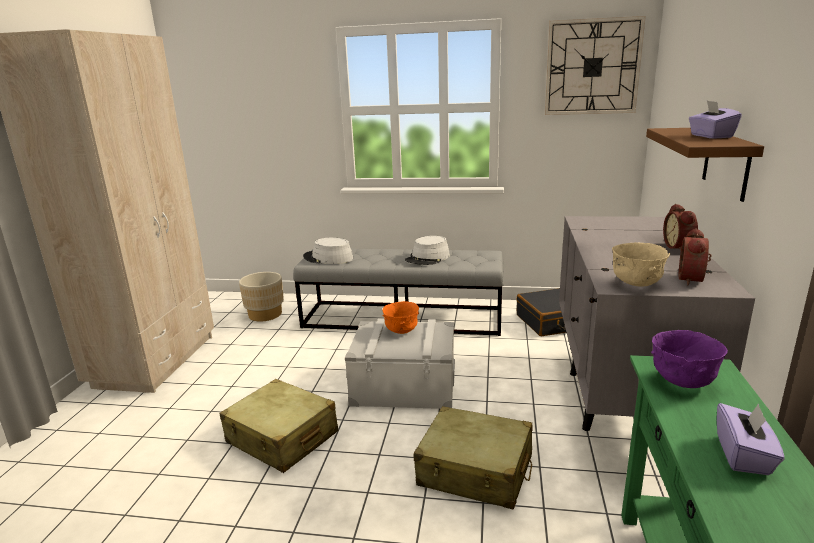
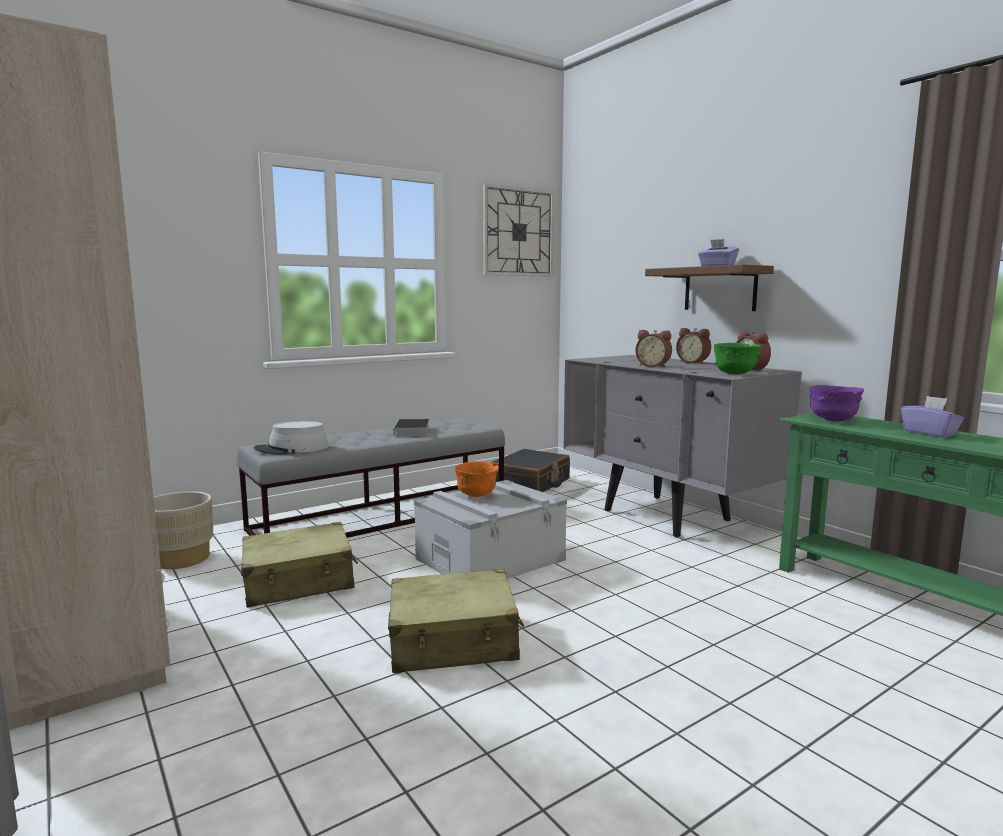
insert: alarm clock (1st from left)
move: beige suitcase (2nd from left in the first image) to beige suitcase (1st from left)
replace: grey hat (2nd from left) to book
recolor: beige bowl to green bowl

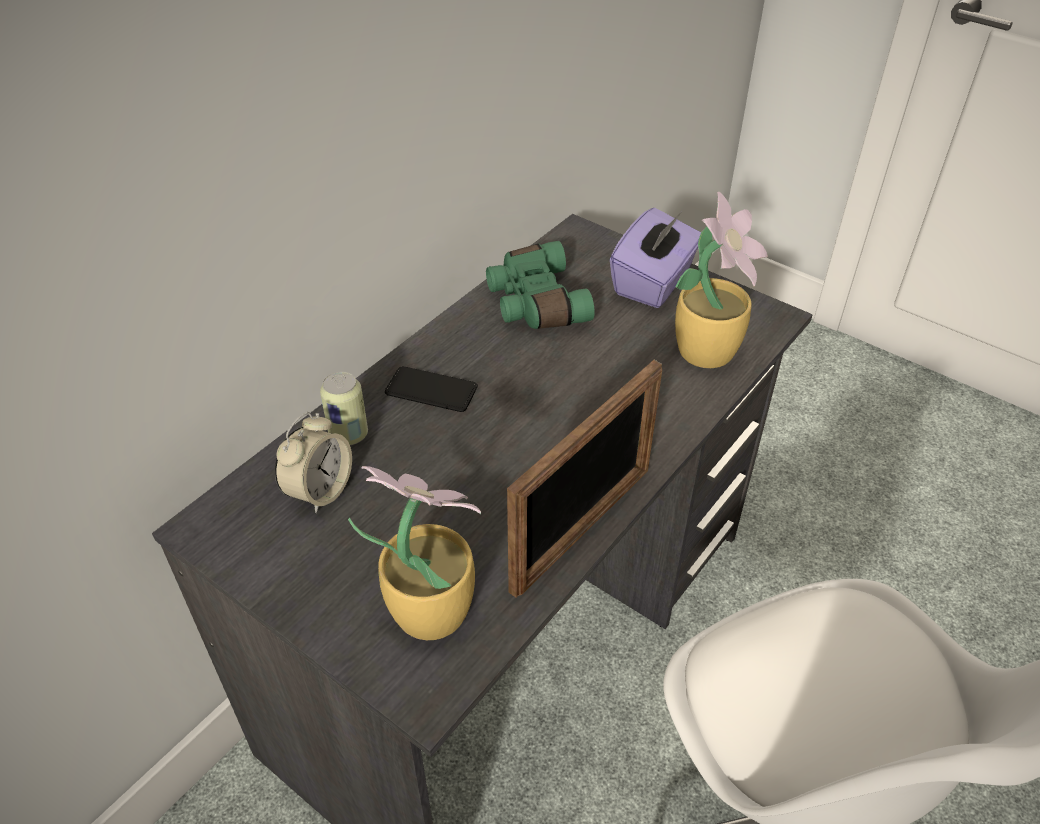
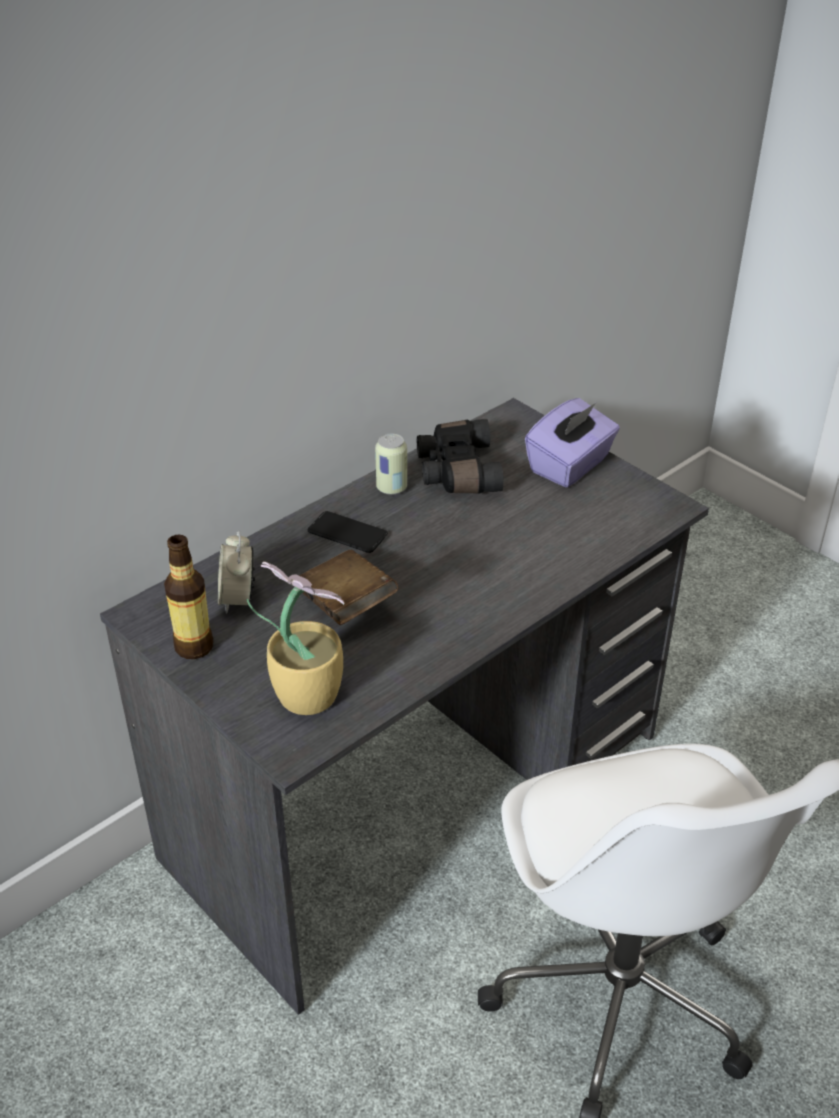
delete: picture frame; potted plant (2nd from left)
insert: bottle; brown book
move: can
recolor: green binoculars to black binoculars
rotate: alarm clock 135 degrees clockwise

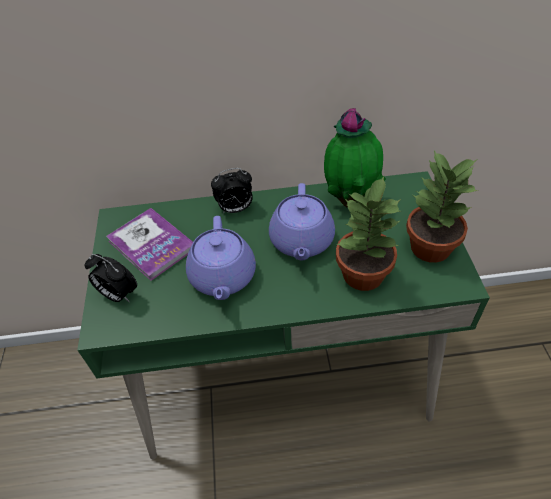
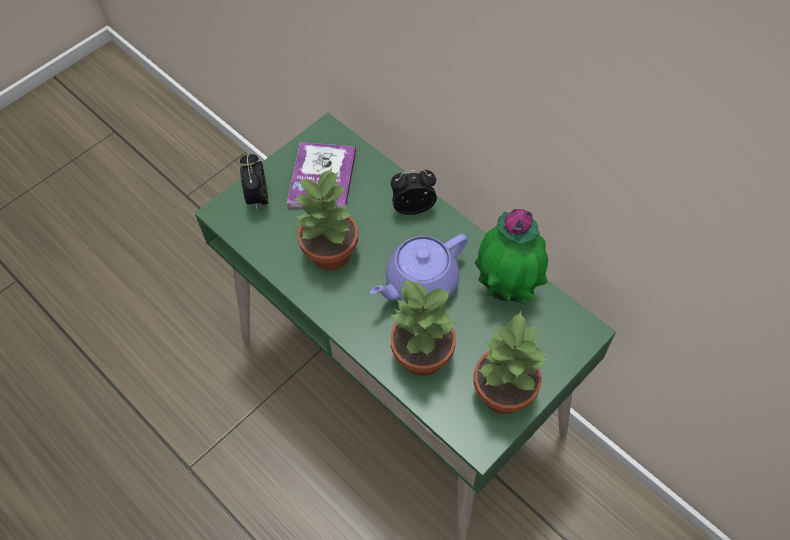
replace: purple teapot (1st from left) to potted plant (1st from left)
rotate: alarm clock (2nd from left) 135 degrees clockwise

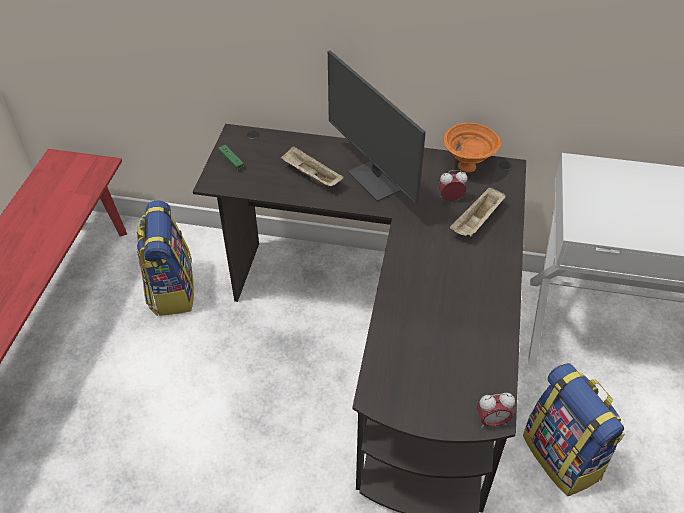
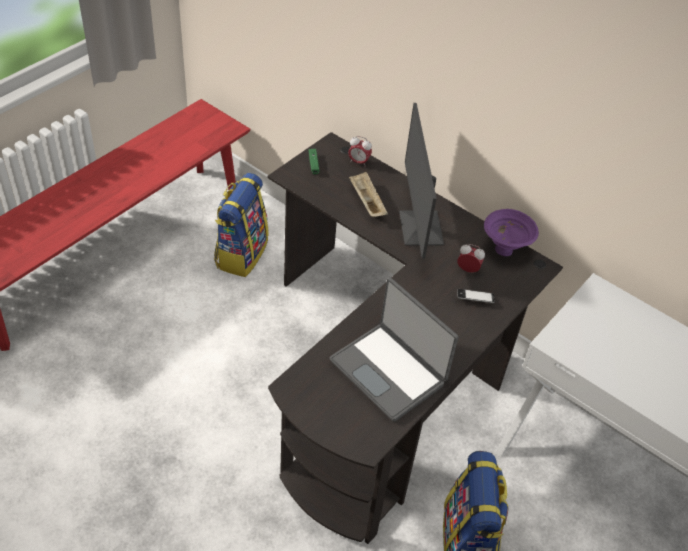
insert: laptop
move: alarm clock (2nd from left in the first image) to alarm clock (1st from left)
replace: beige tray (2nd from left) to phone
recolor: orange bowl to purple bowl

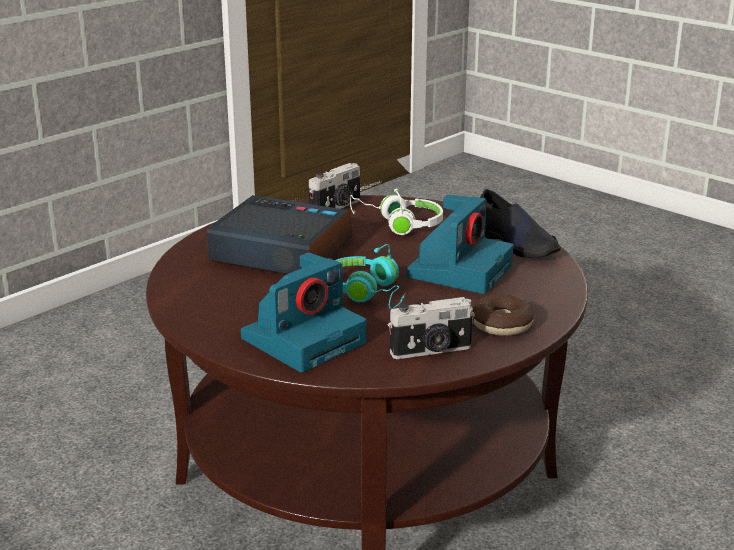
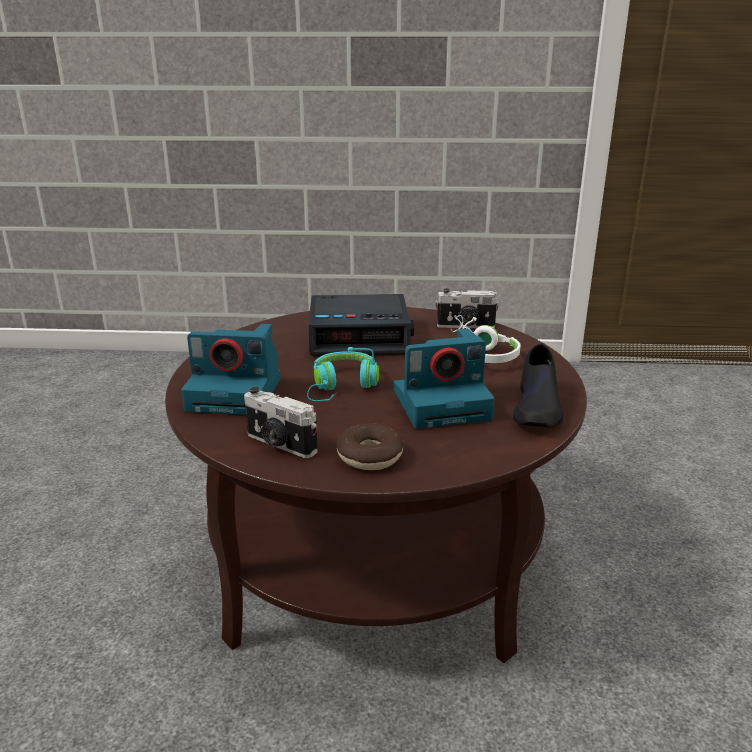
rotate: alarm clock 105 degrees clockwise

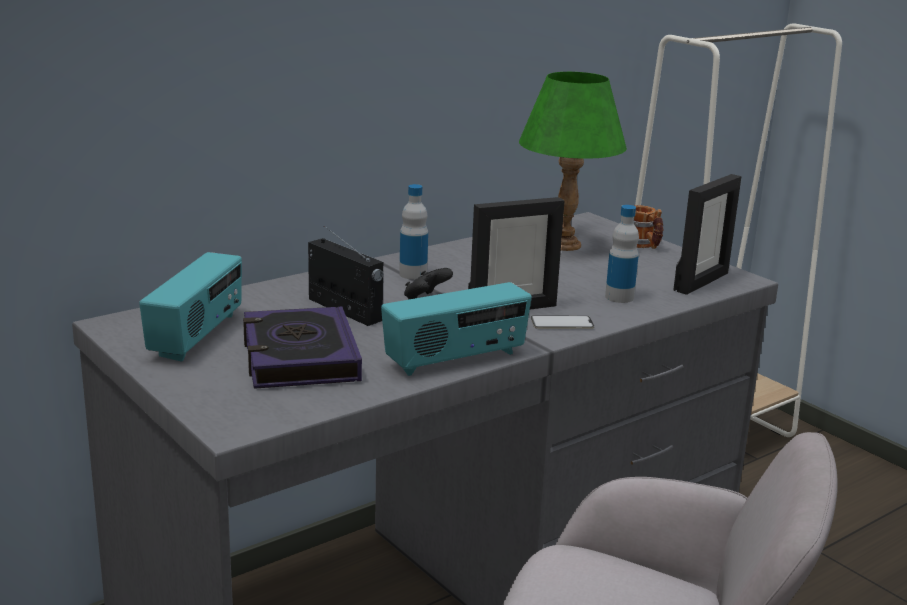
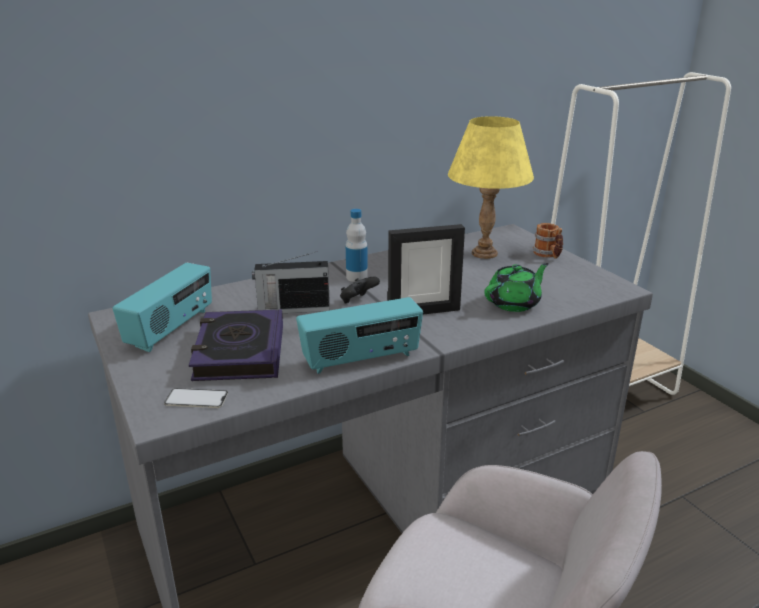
delete: picture frame (2nd from left)
move: phone
replace: bottle (2nd from left) to green teapot
recolor: green table lamp to yellow table lamp
rotate: radio (2nd from left) 120 degrees clockwise

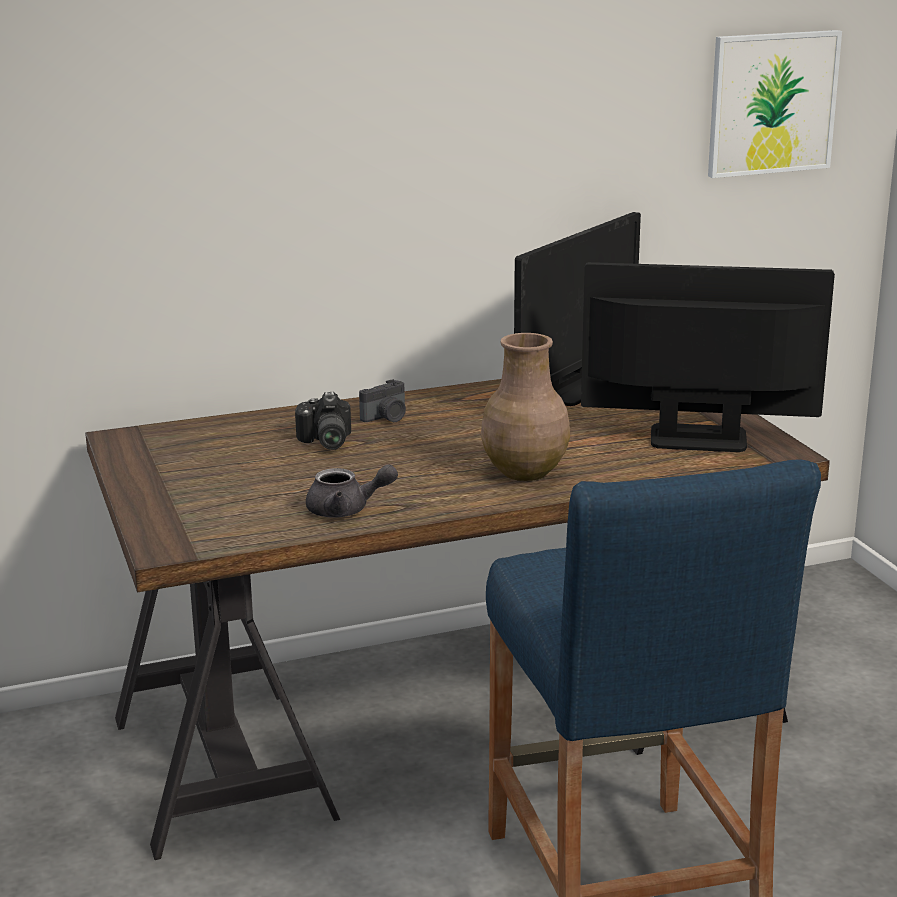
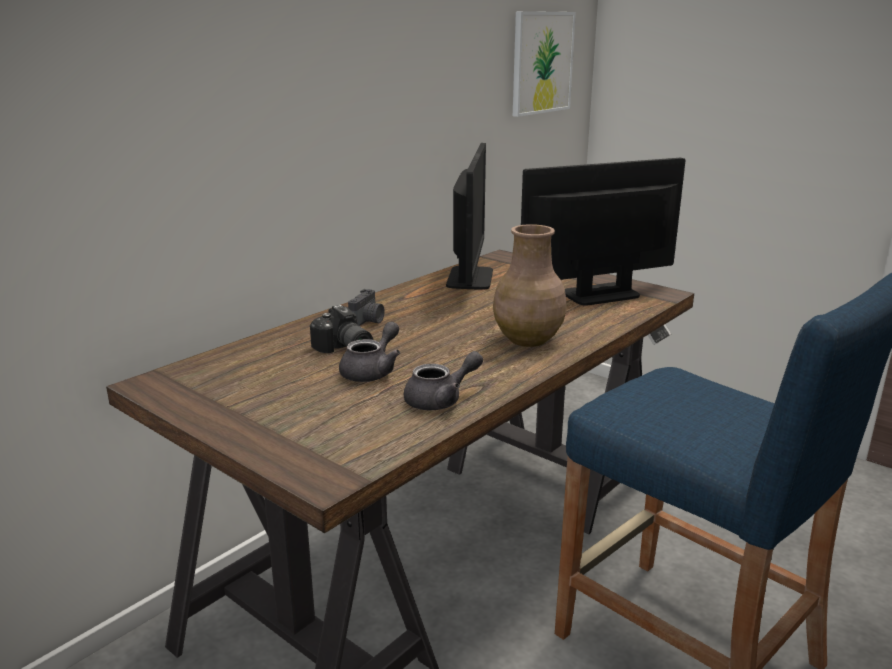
insert: grey teapot (1st from left)

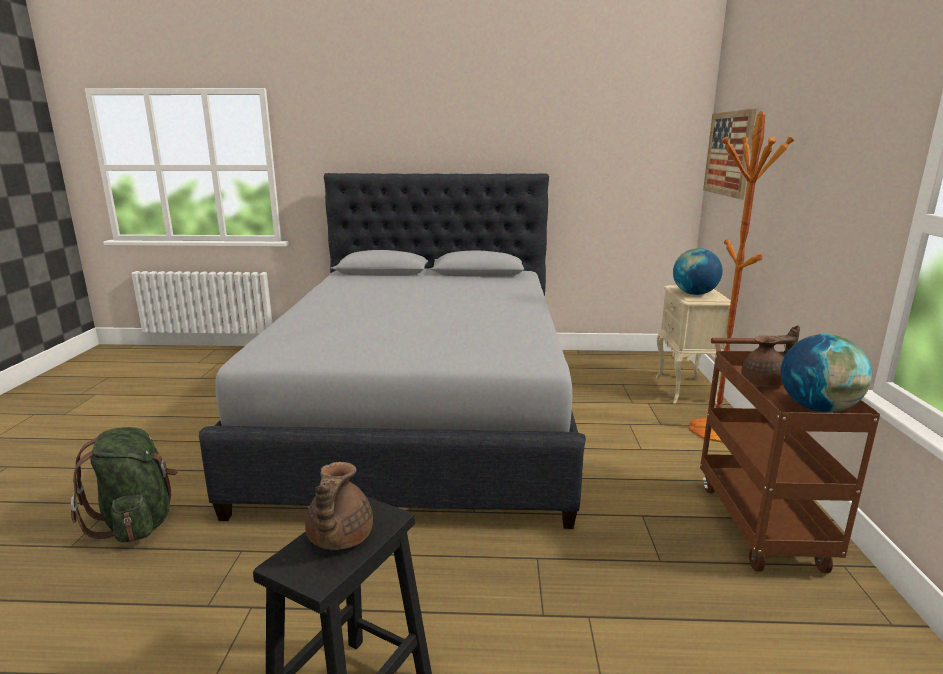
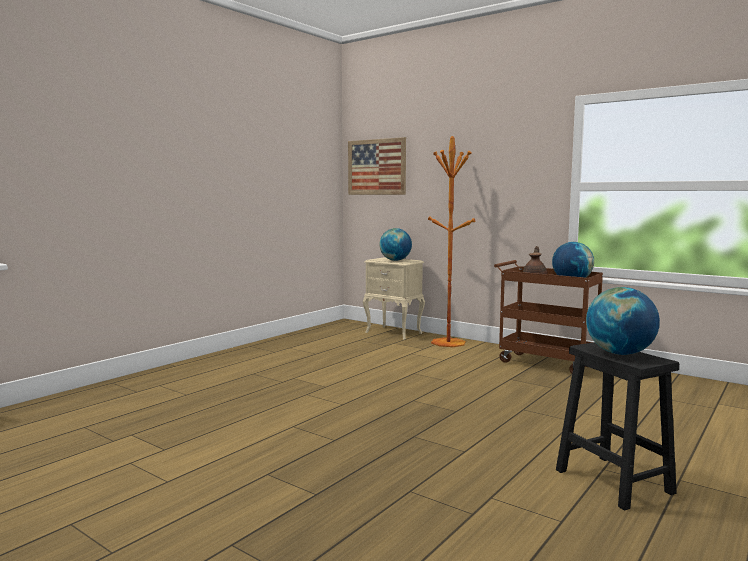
delete: green backpack; grey bed
replace: brown teapot (1st from left) to globe (3rd from left)

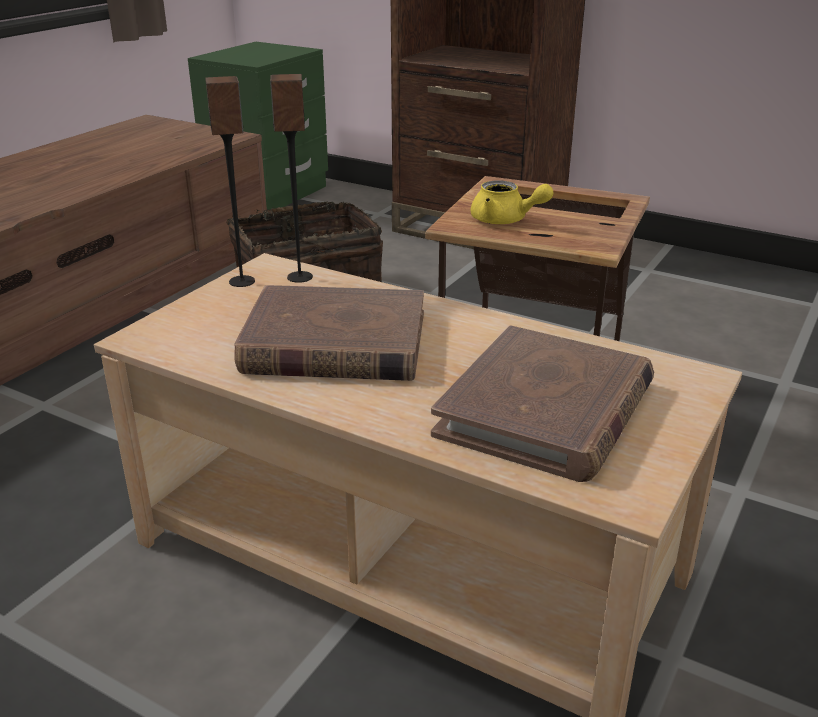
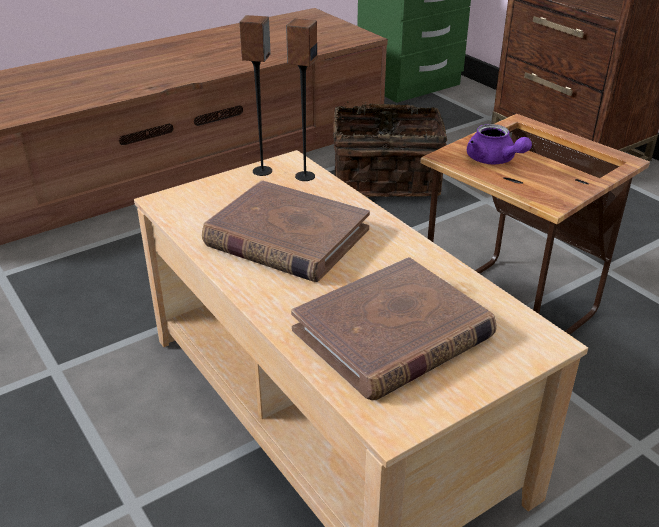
recolor: yellow teapot to purple teapot

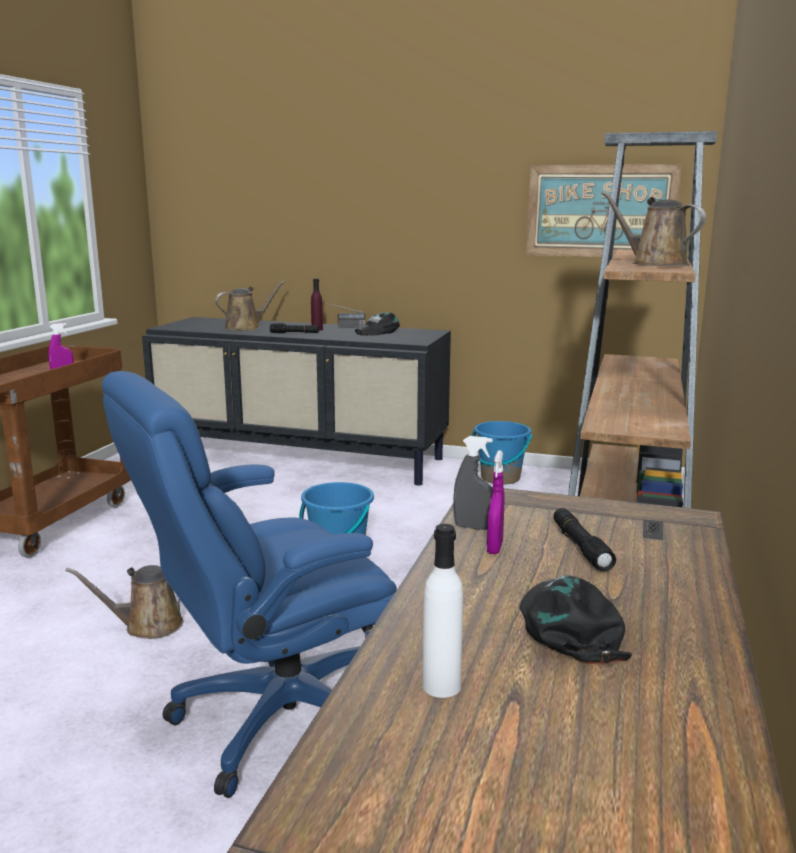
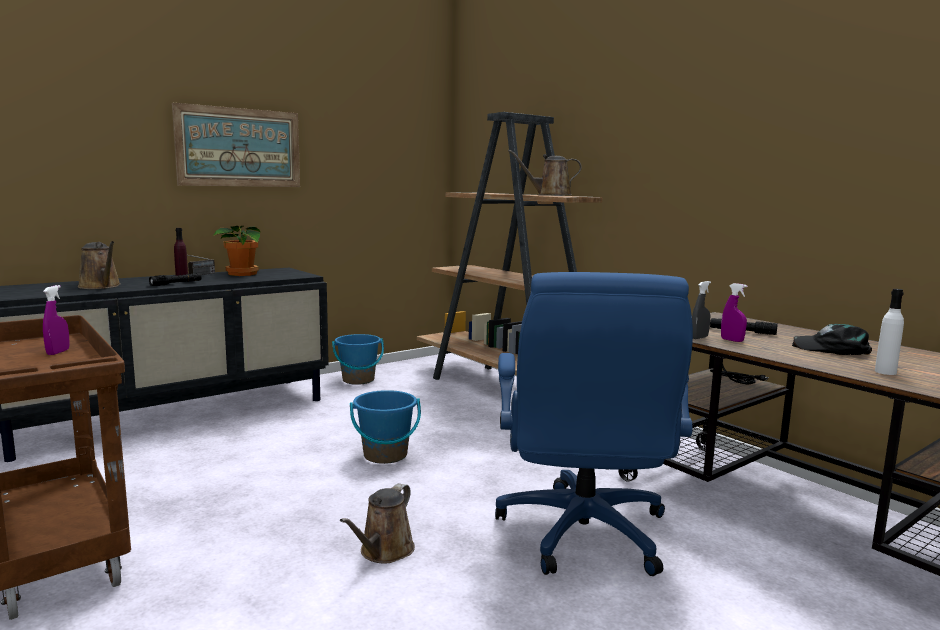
move: picture
replace: black cap (1st from left) to potted plant
rotate: brown watering can (2nd from left in the first image) 135 degrees clockwise

